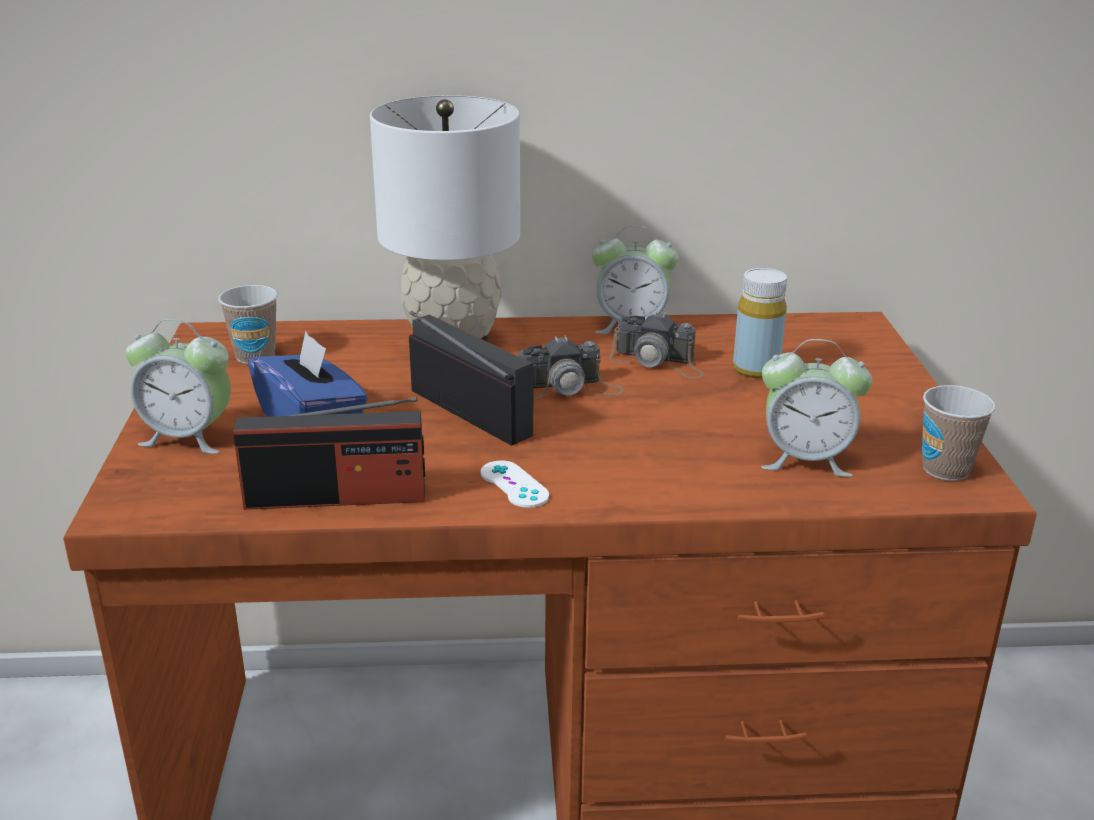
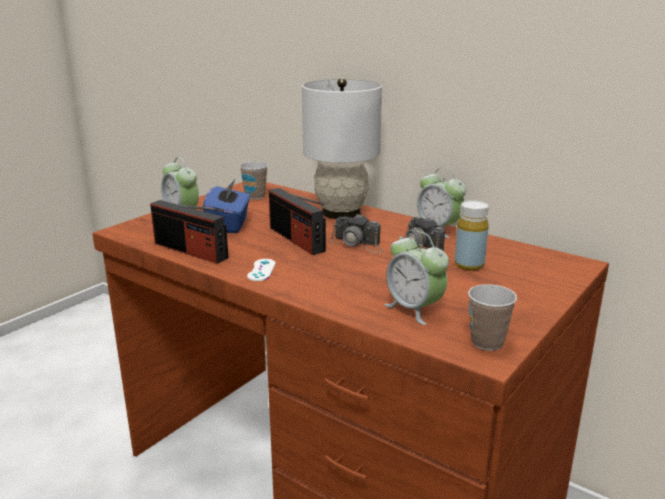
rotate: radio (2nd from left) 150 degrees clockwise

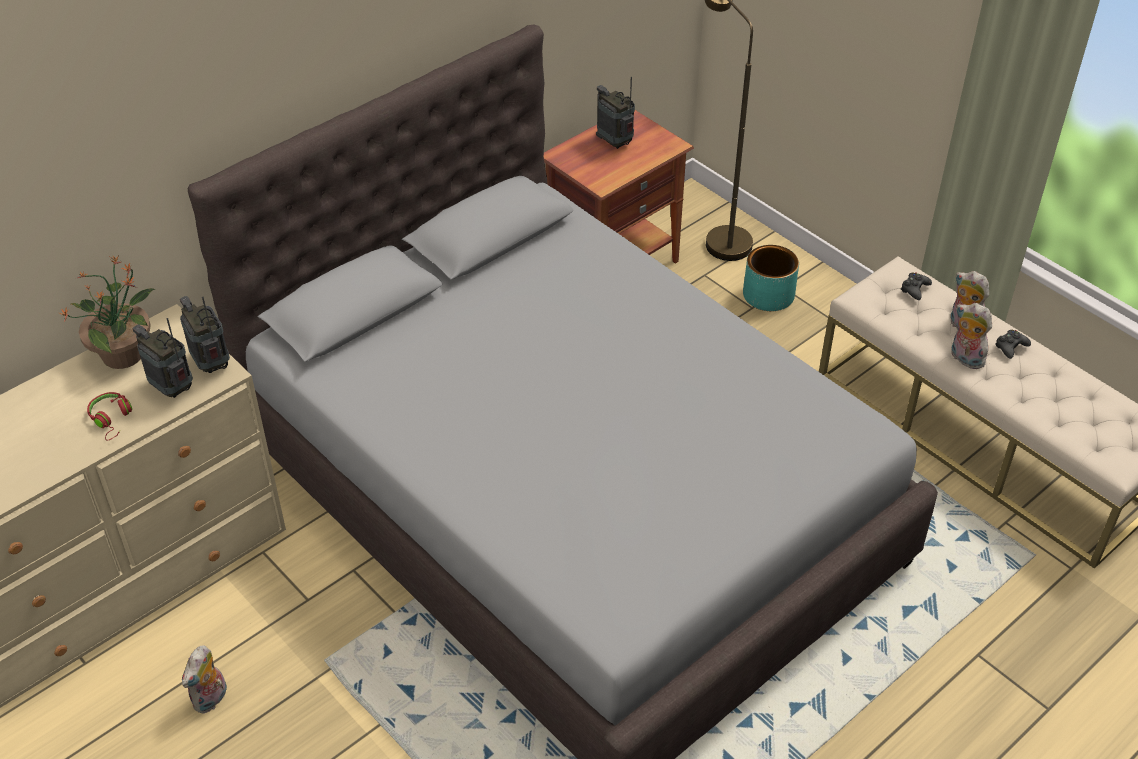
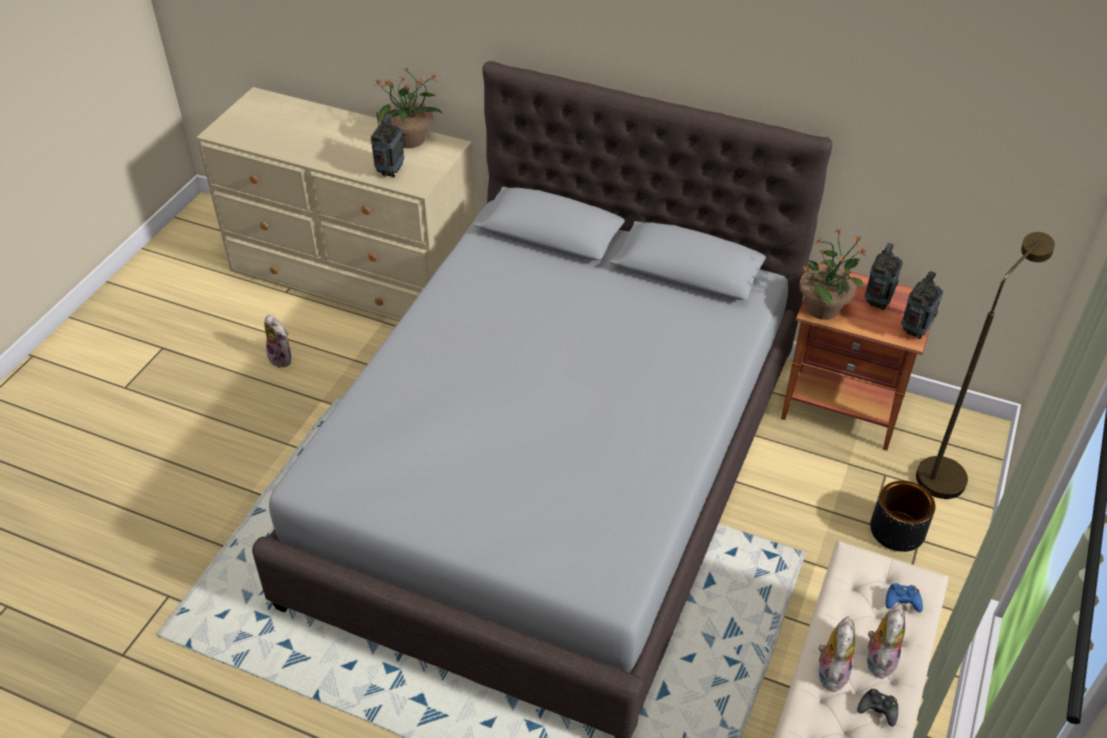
delete: red headphones
insert: potted plant (2nd from left)
move: radio (2nd from left in the first image) to radio (3rd from left)
recolor: turquoise planter to black planter; black game controller (1st from left) to blue game controller
rotate: plush toy (1st from left) 135 degrees counterclockwise

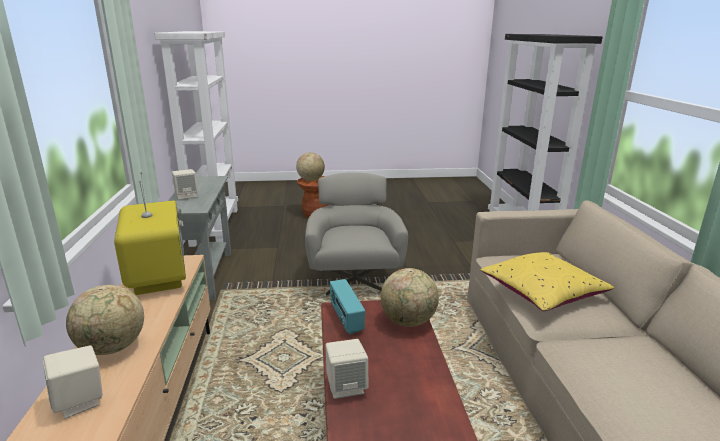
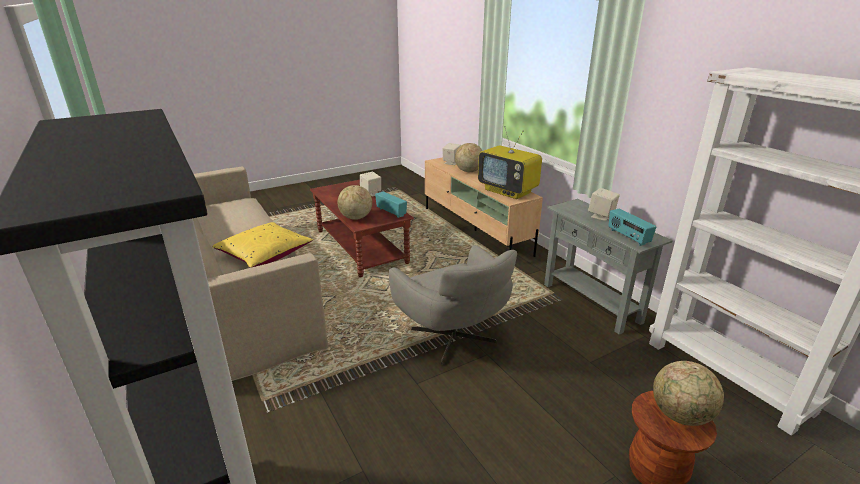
insert: radio (2nd from left)

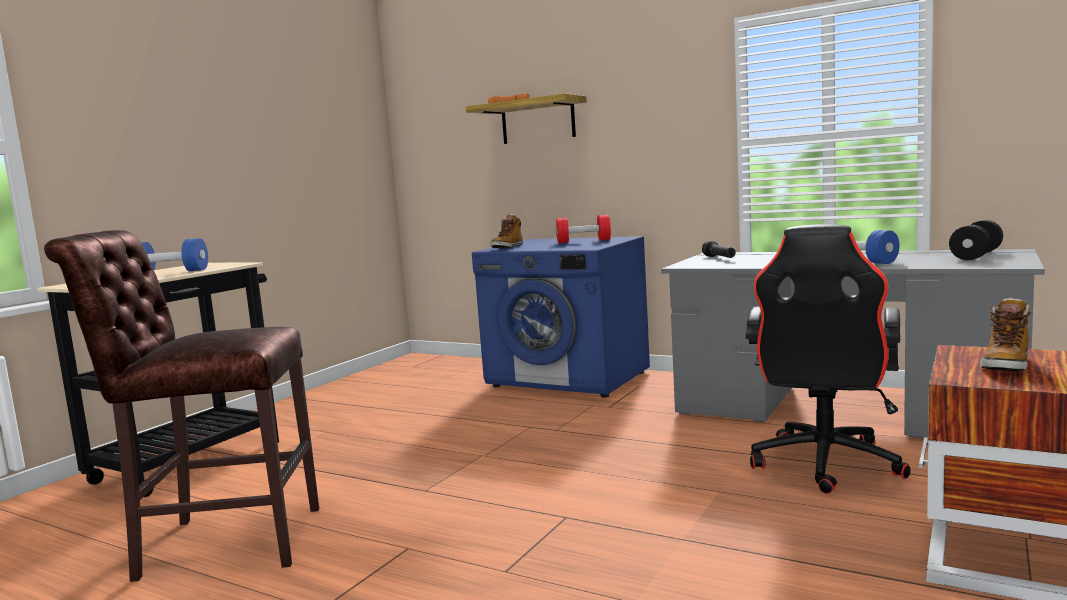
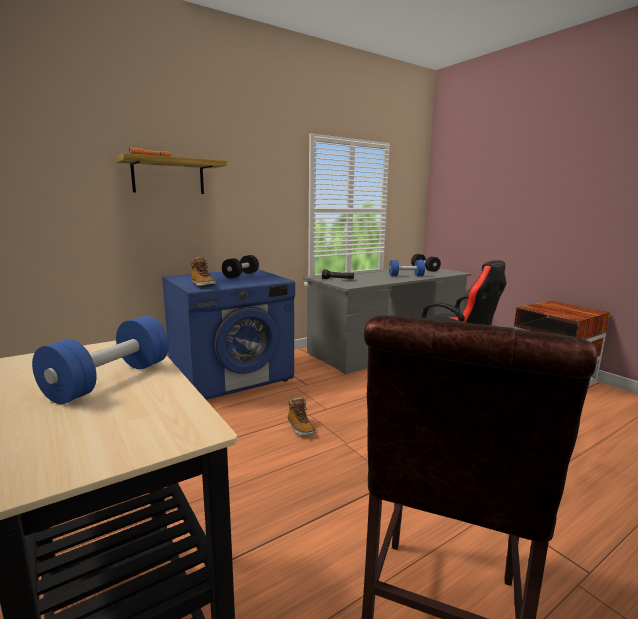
move: boot (2nd from left)
recolor: red dumbbell to black dumbbell (1st from left)

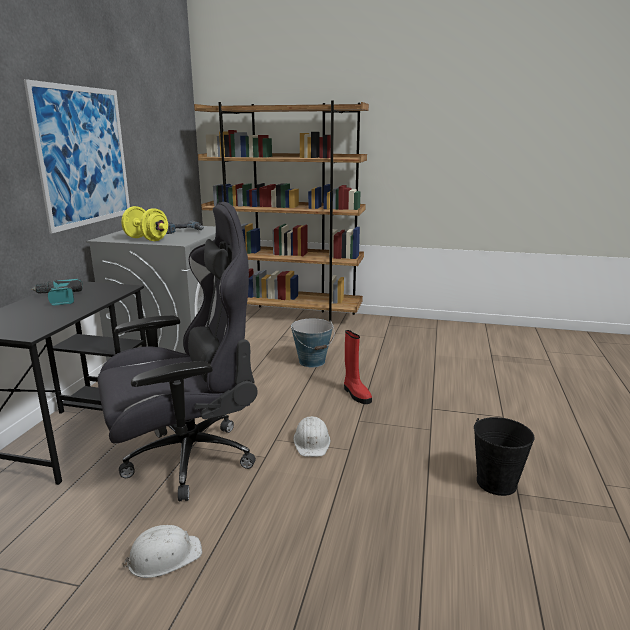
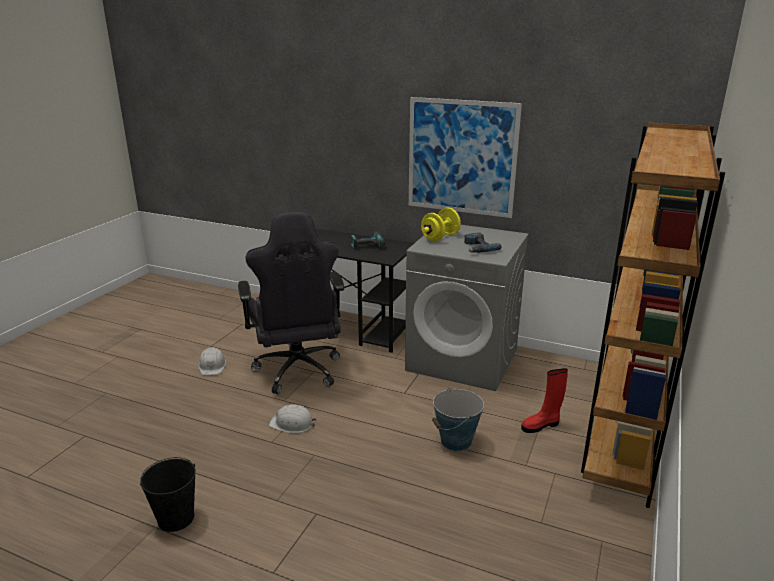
move: red boot

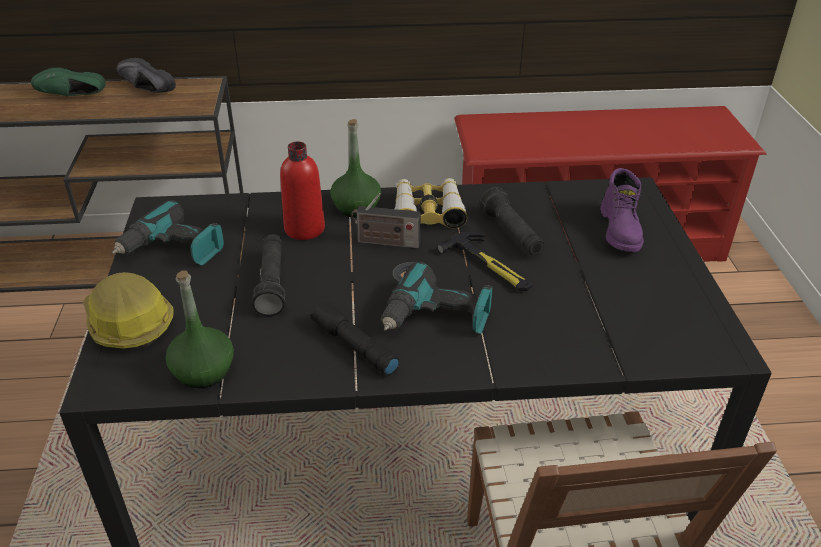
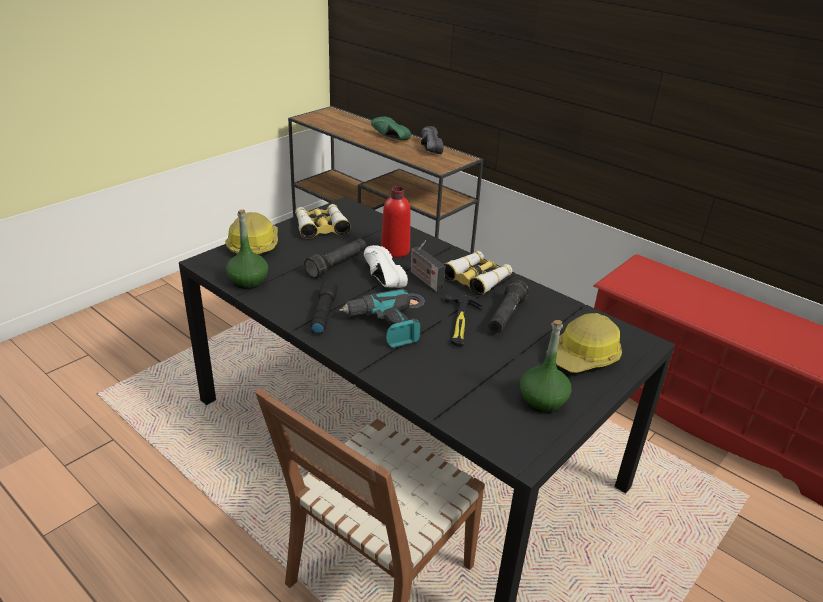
insert: white shoe
move: green bottle (2nd from left)
replace: power drill (1st from left) to binoculars (1st from left); purple boot to hard hat (2nd from left)

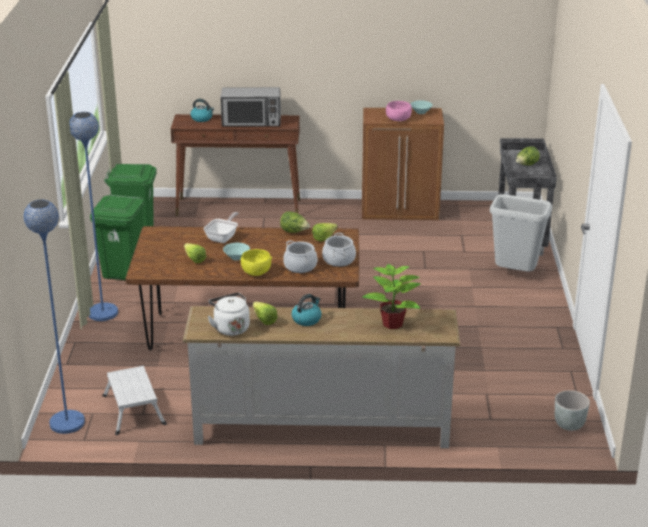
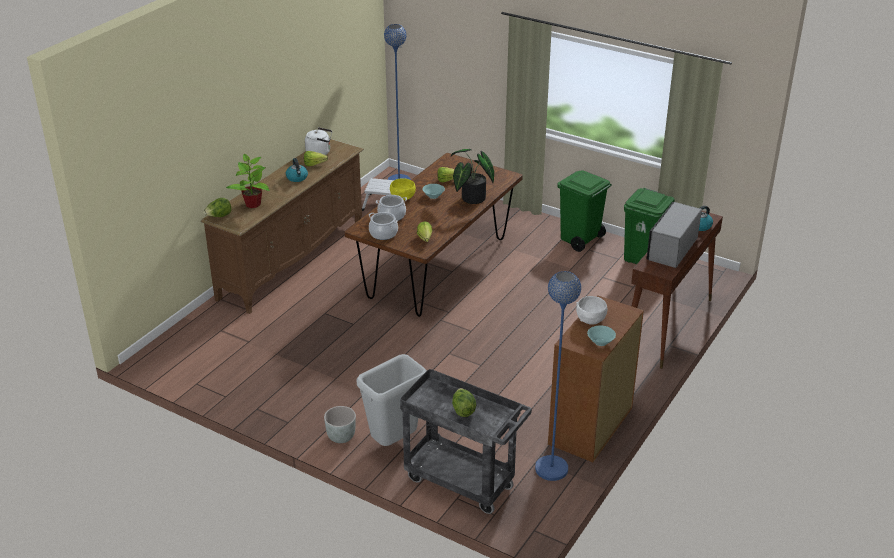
move: blue floor lamp (2nd from left); lettuce (3rd from left in the first image) to lettuce (1st from left); grey planter
replace: frying pan to potted plant (2nd from left)
recolor: grey cabinet to brown cabinet (1st from left); pink bowl to white bowl

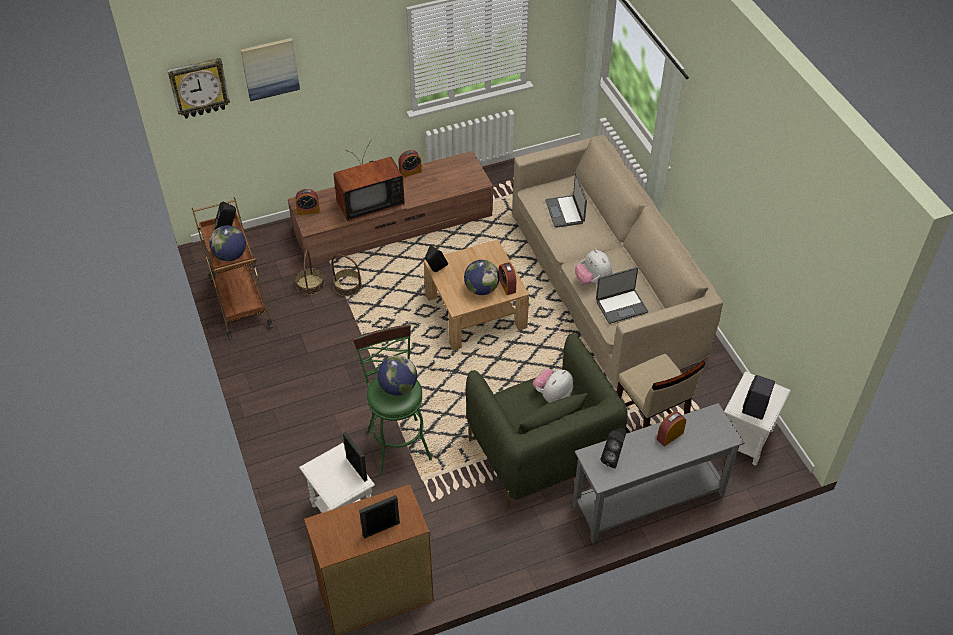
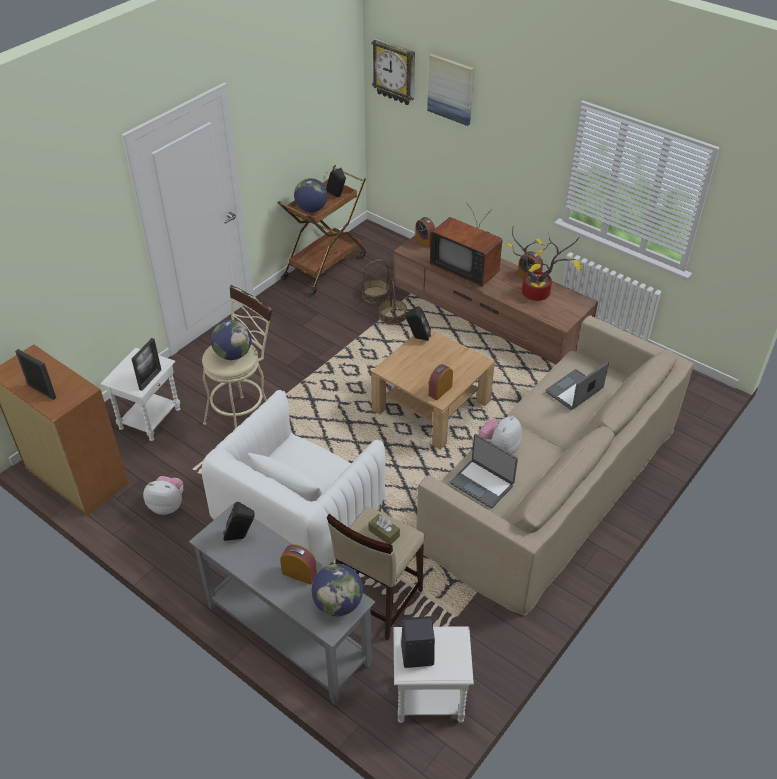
insert: brown tissue box; potted plant
move: globe (3rd from left); plush toy (1st from left)
recolor: green stool to beige stool (1st from left); green armchair to white armchair

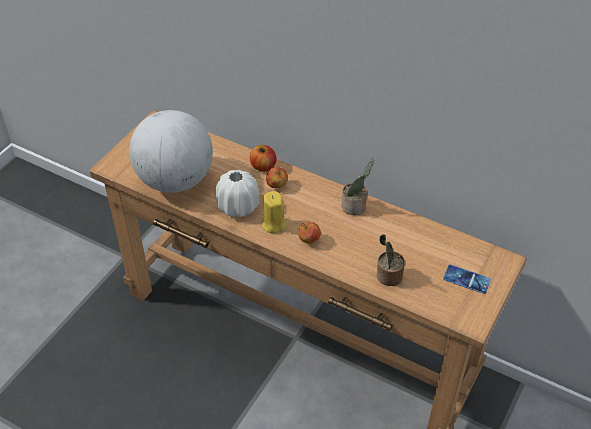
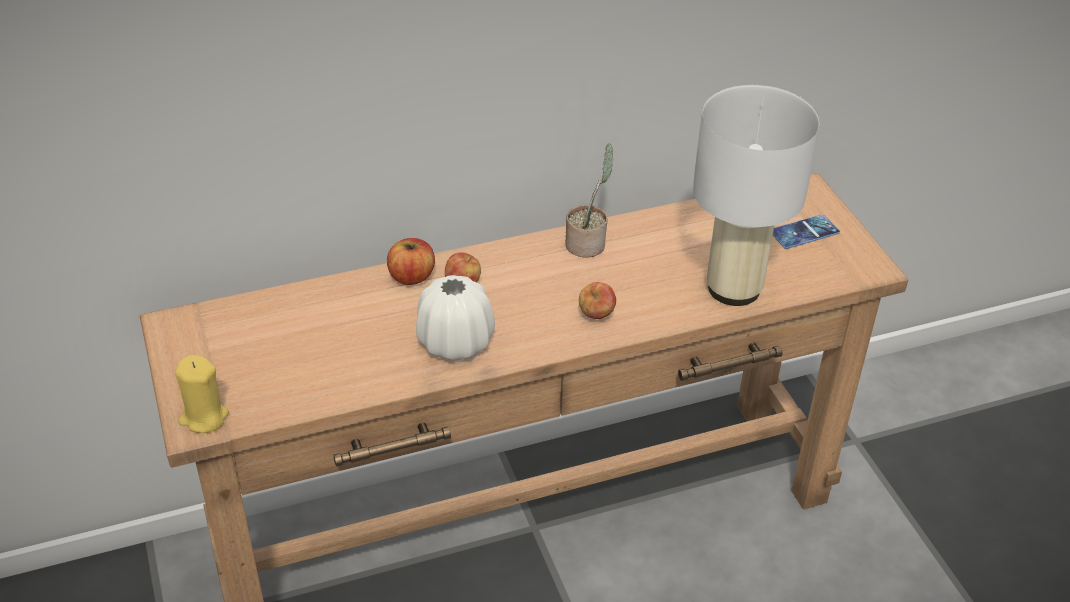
delete: globe
move: yellow candle
replace: potted plant (2nd from left) to white table lamp

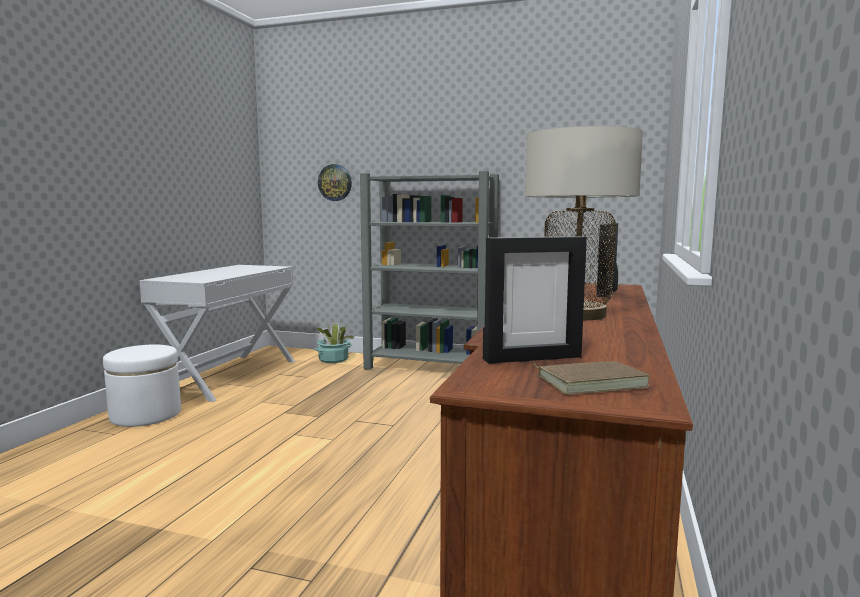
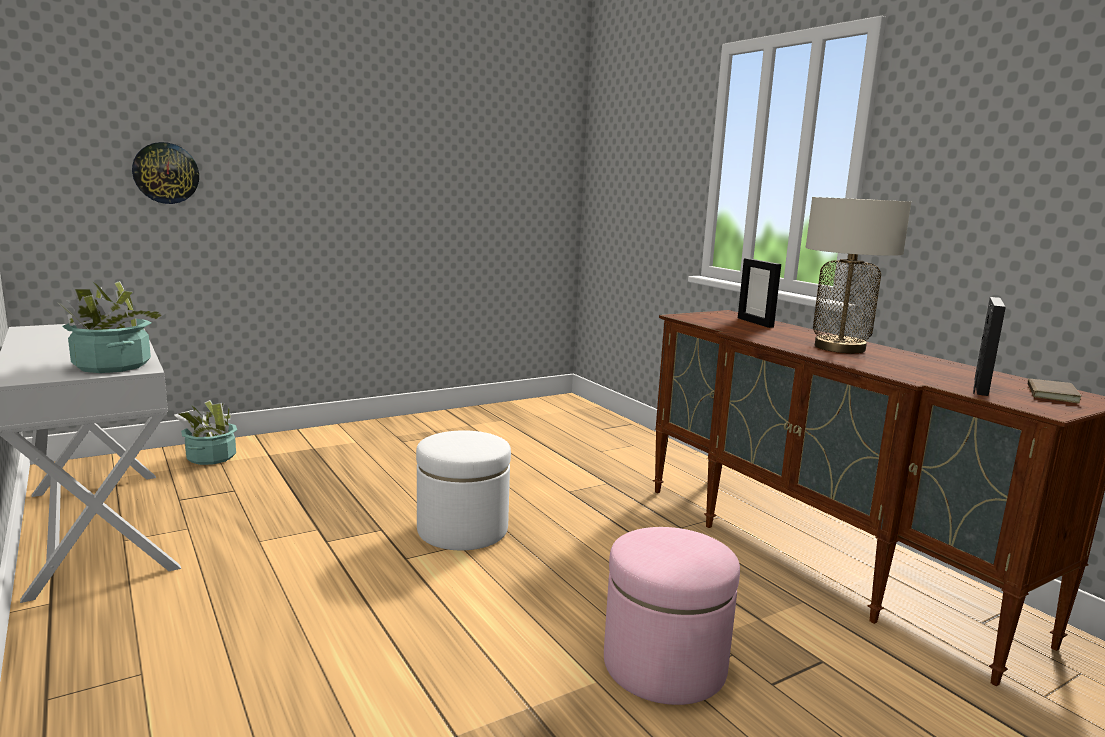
delete: grey bookcase
insert: potted plant (1st from left); pink ottoman
move: white ottoman

